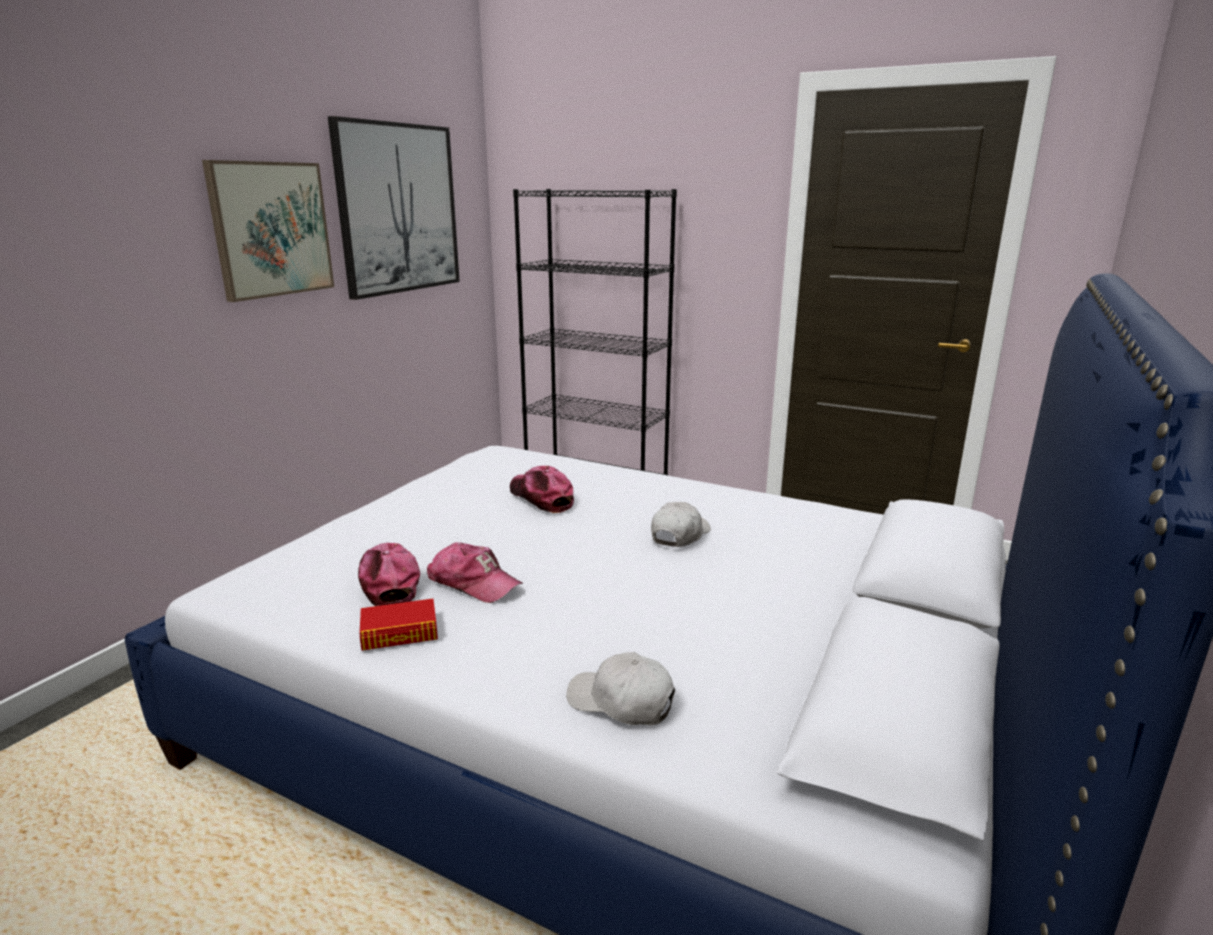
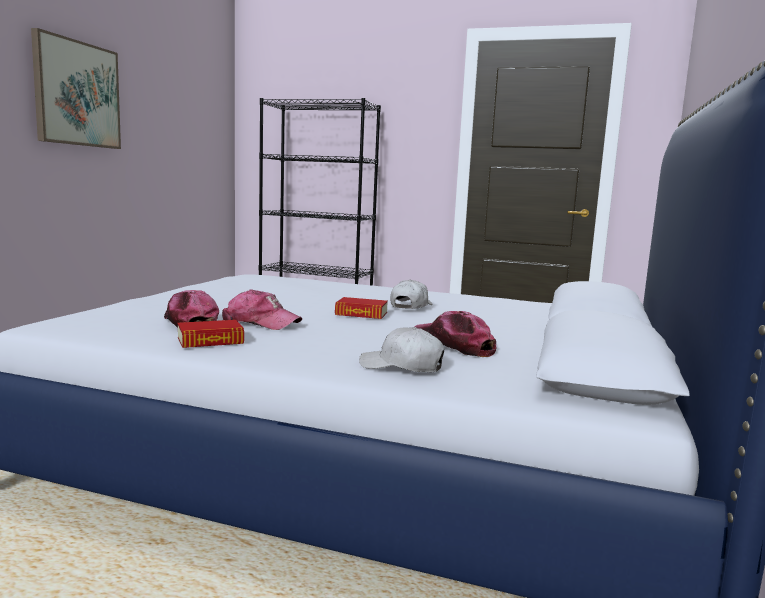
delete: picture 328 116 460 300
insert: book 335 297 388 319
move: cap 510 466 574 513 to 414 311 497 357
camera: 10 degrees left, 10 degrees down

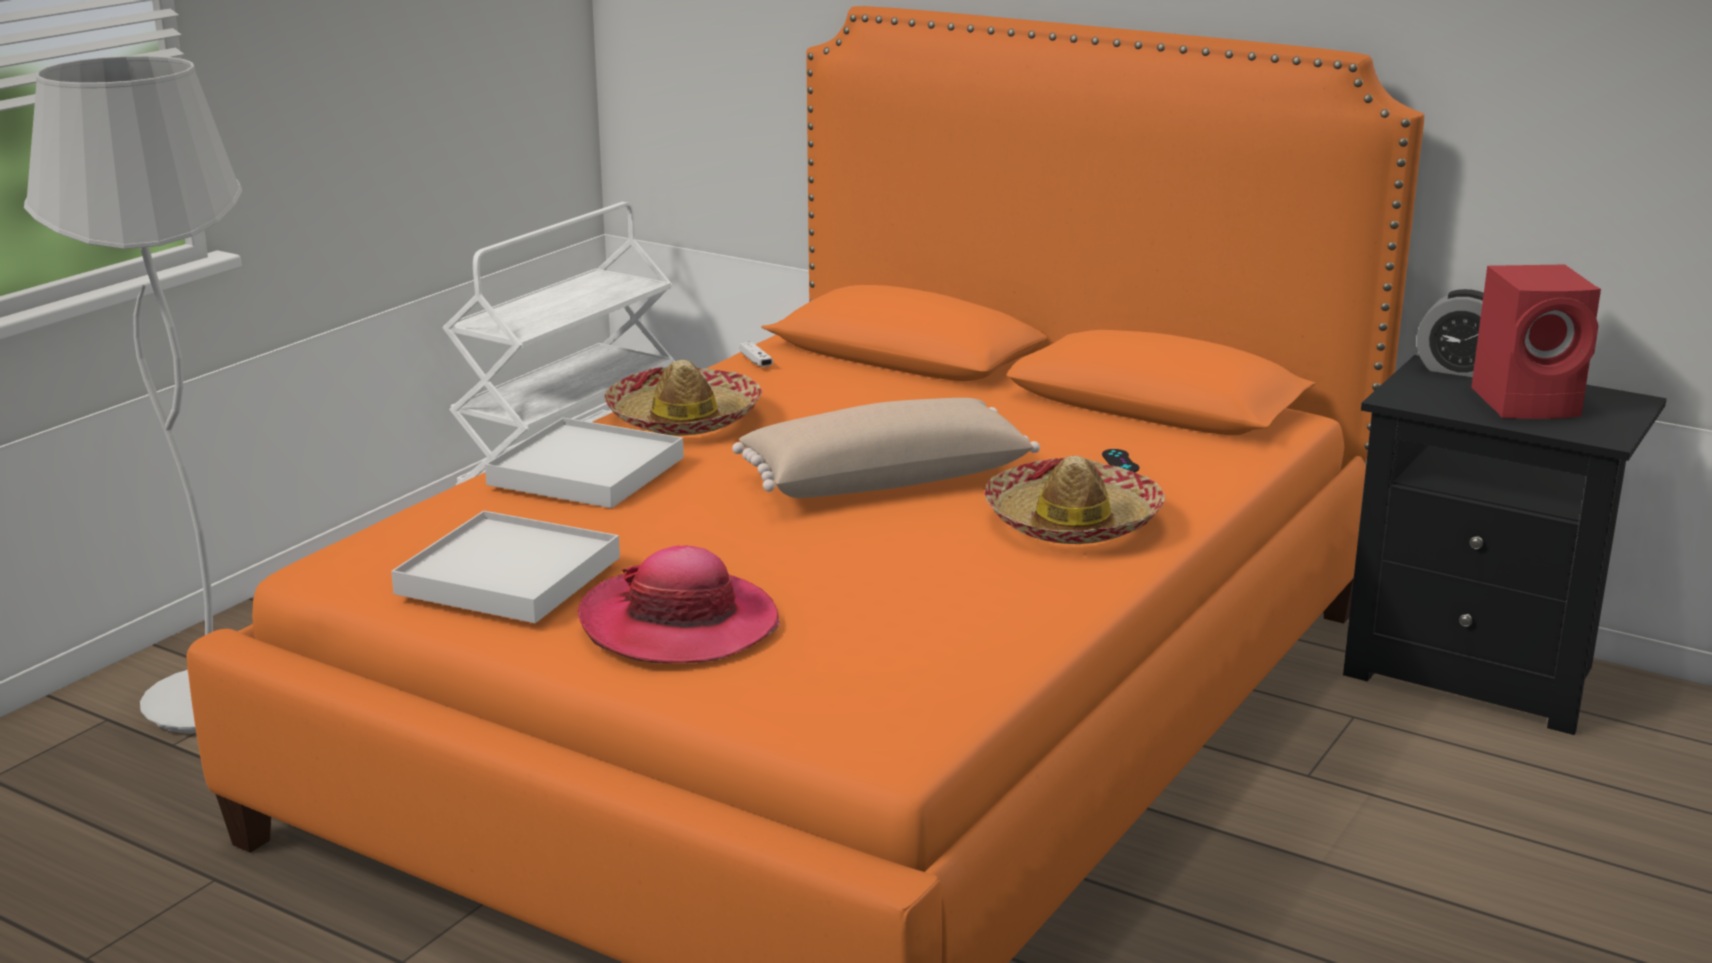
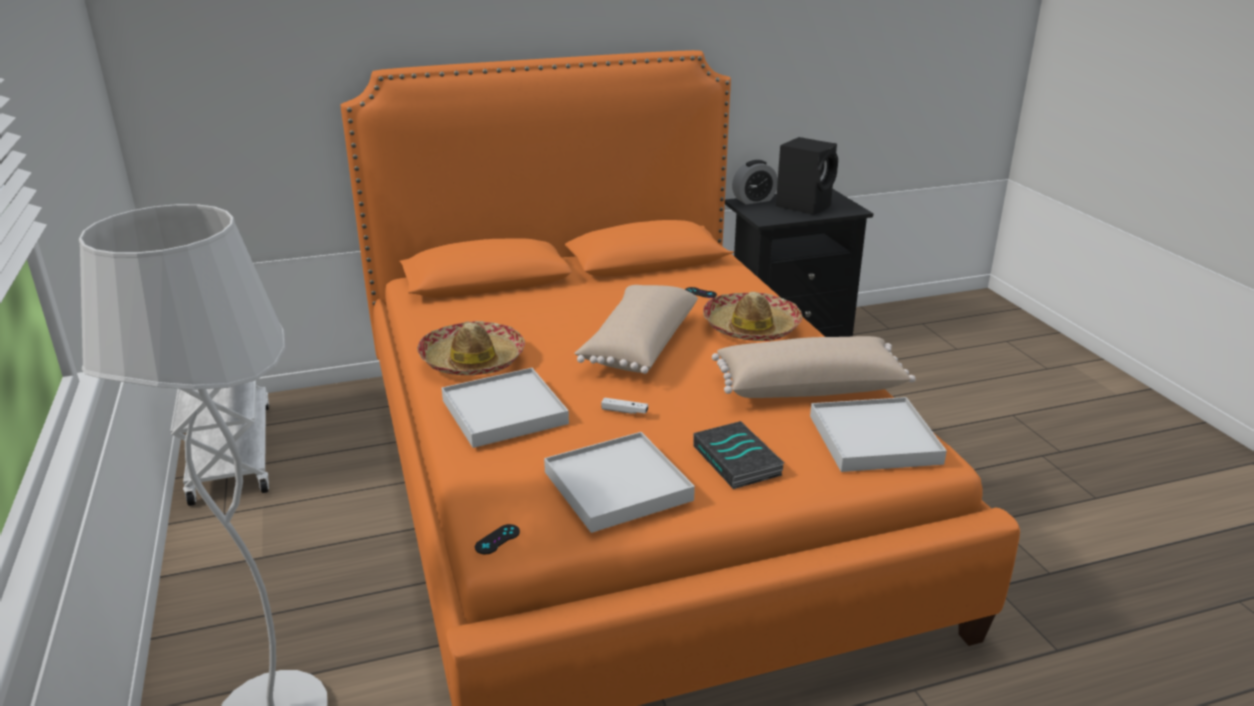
insert: black game controller 475 524 520 554; beige pillow 712 336 916 398; white tray 810 397 947 472
move: white game controller 740 342 773 367 to 601 398 648 414
replace: hat 578 545 780 663 to book 693 421 784 489
recolor: red speaker 1471 265 1601 419 to black speaker 776 137 838 215
camera: 50 degrees left, 5 degrees up

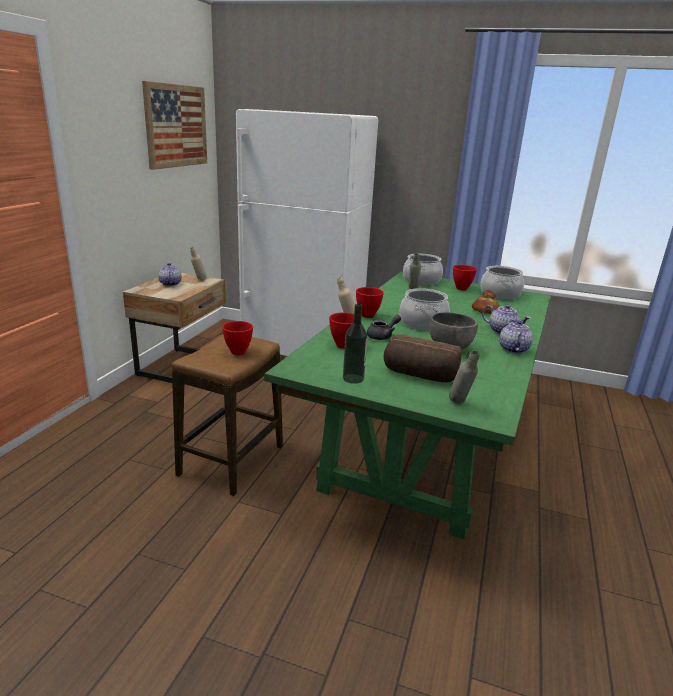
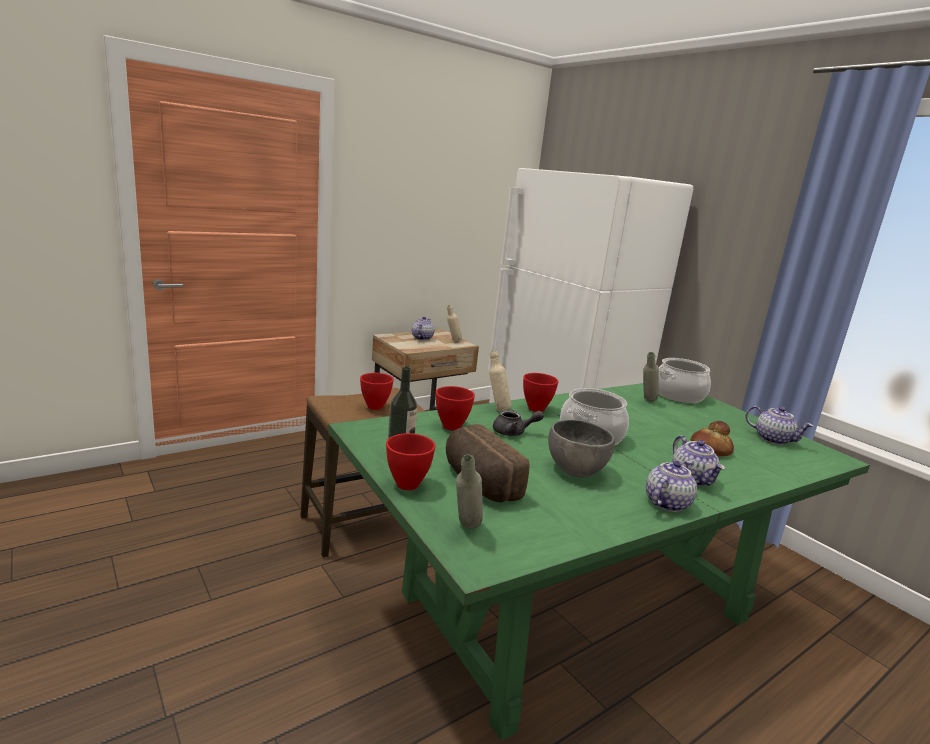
delete: picture 142 81 207 170
move: red bowl 453 265 477 290 to 386 433 436 490
replace: cooking pot 480 266 524 300 to teapot 746 406 813 445
camera: 35 degrees right, 5 degrees down

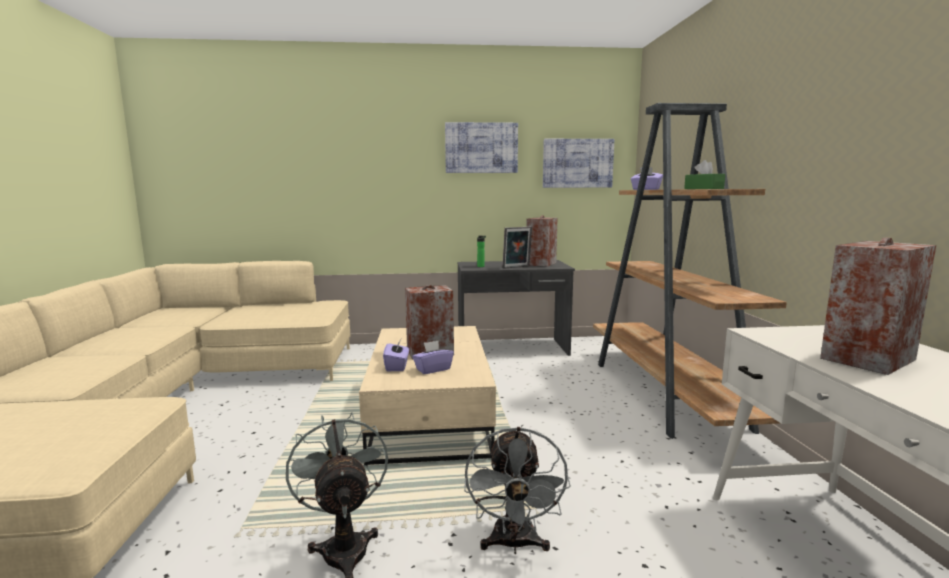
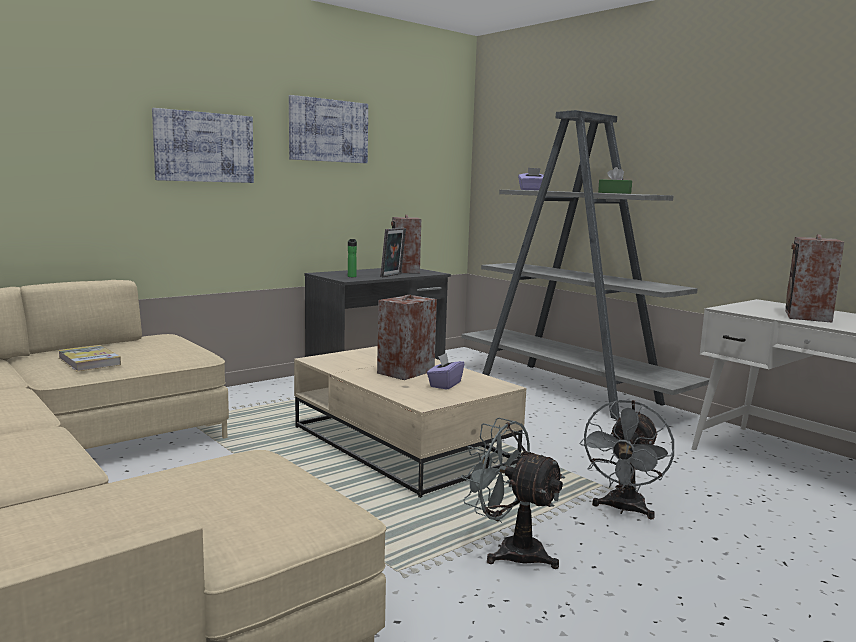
delete: purple tissue box 383 339 409 371
insert: book 58 345 121 371
move: picture 543 139 614 188 to 152 108 254 183
recolor: brown bookcase 593 103 787 439 to grey bookcase 461 110 710 420
rotate: grey fan 464 427 571 554 = 579 400 674 520 60 degrees clockwise
camera: 35 degrees left, 0 degrees up

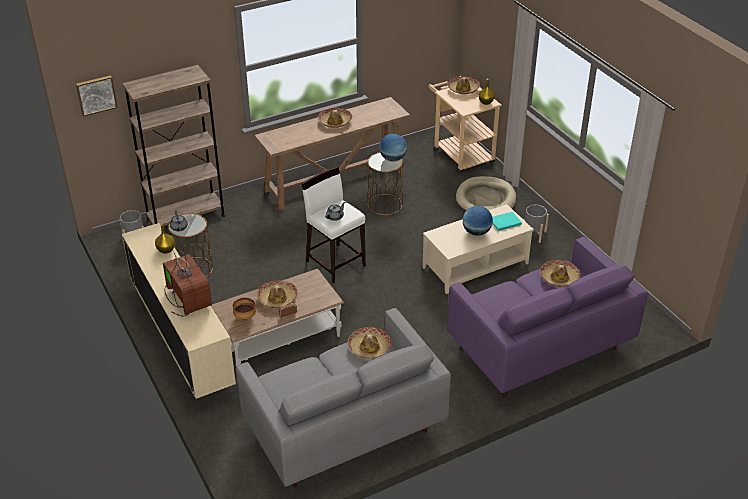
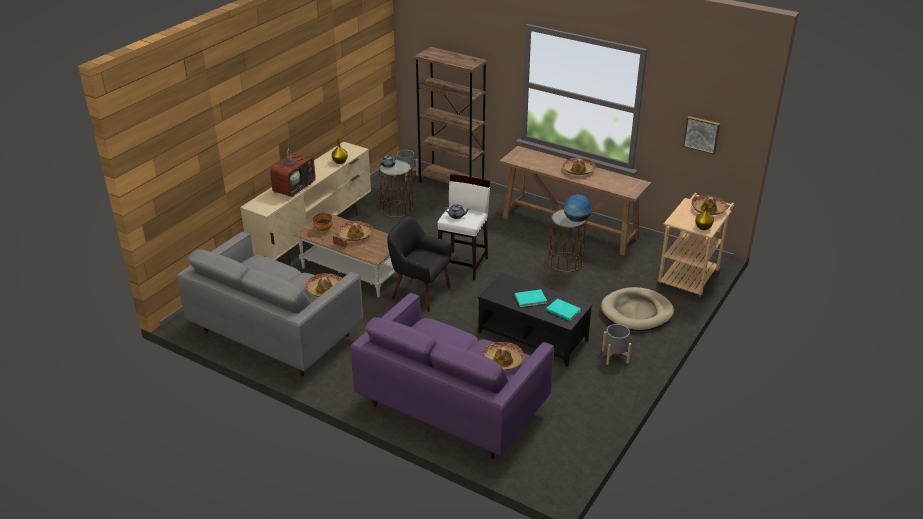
insert: black armchair 387 216 452 312
move: picture 76 75 118 117 to 683 116 720 154
replace: globe 463 206 493 236 to turquoise book 515 289 547 307
recolor: beige coffee table 422 204 534 294 to black coffee table 478 273 593 366
camera: 60 degrees right, 5 degrees down

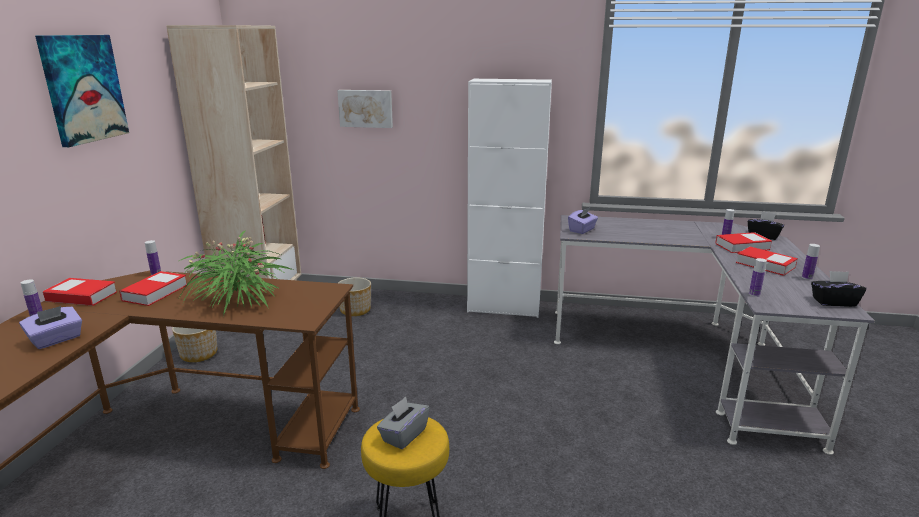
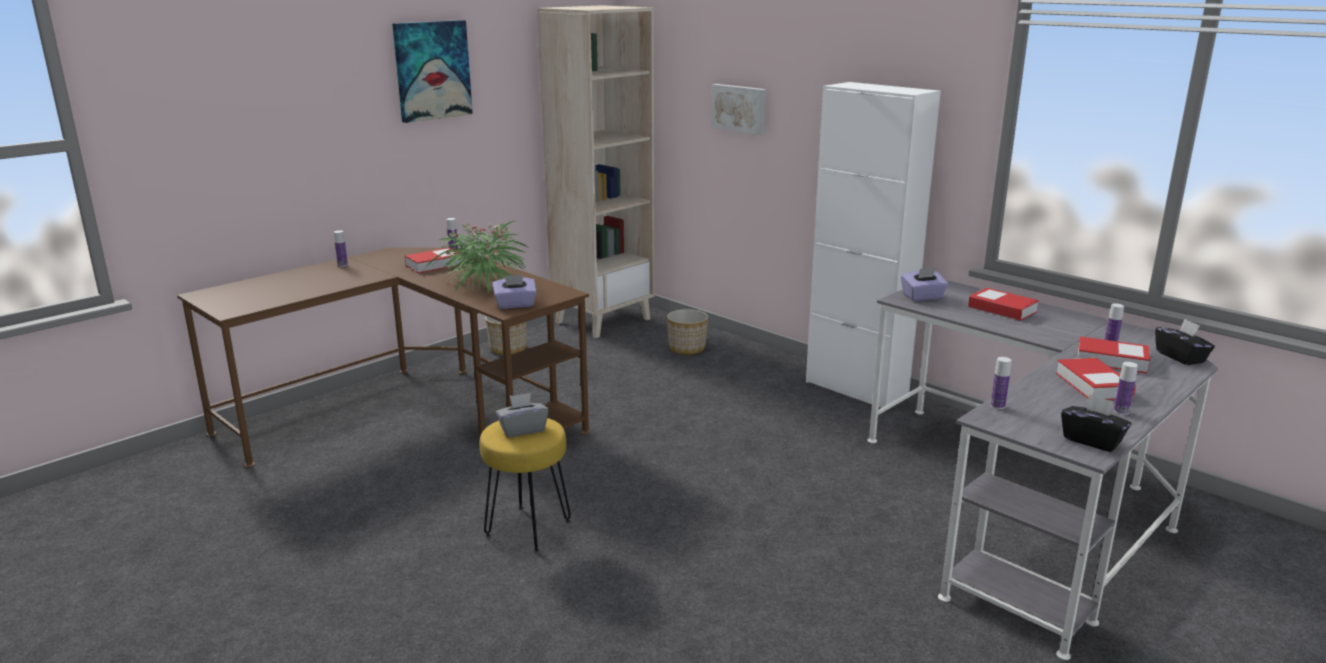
move: purple tissue box 19 306 82 349 to 492 275 537 309; book 43 278 117 306 to 968 288 1039 321
camera: 35 degrees right, 0 degrees up

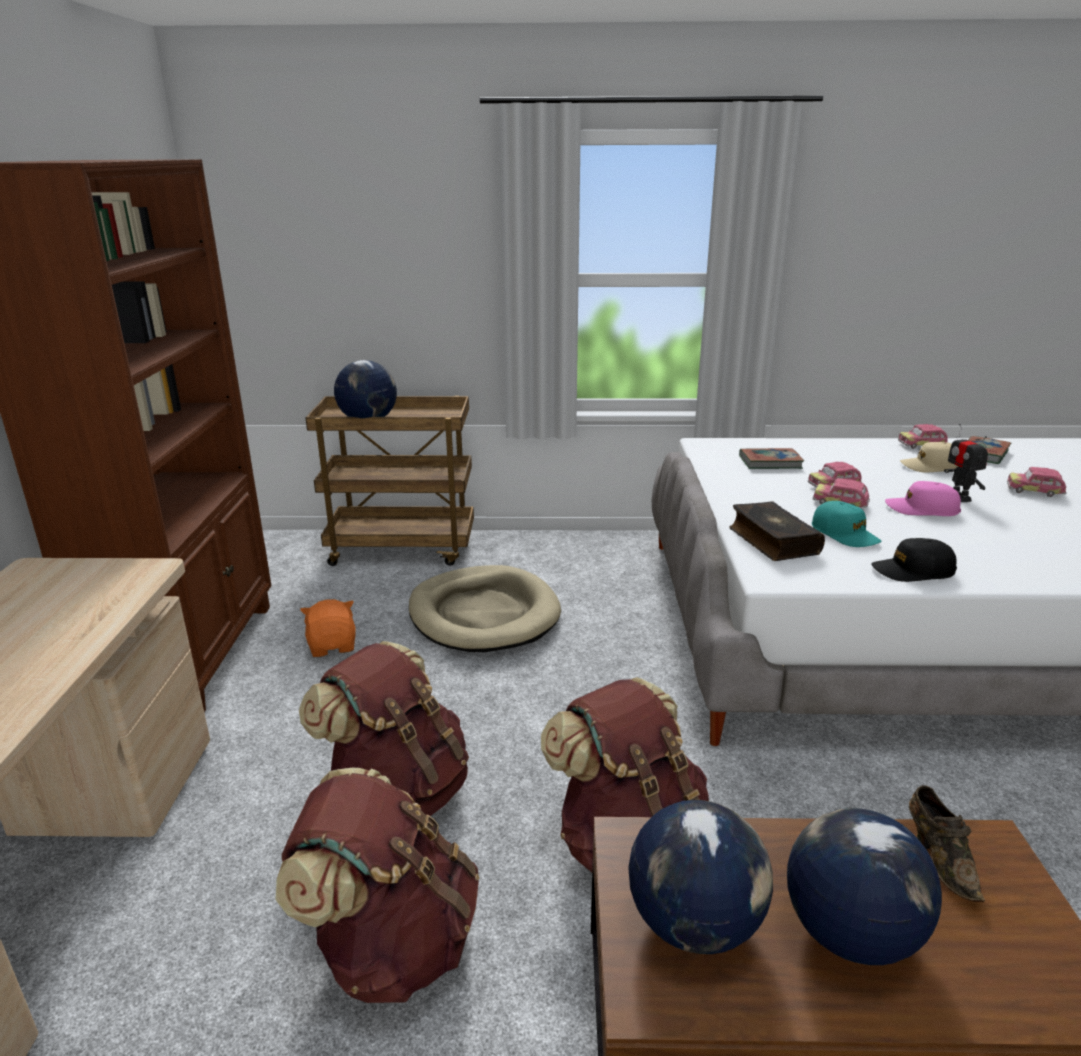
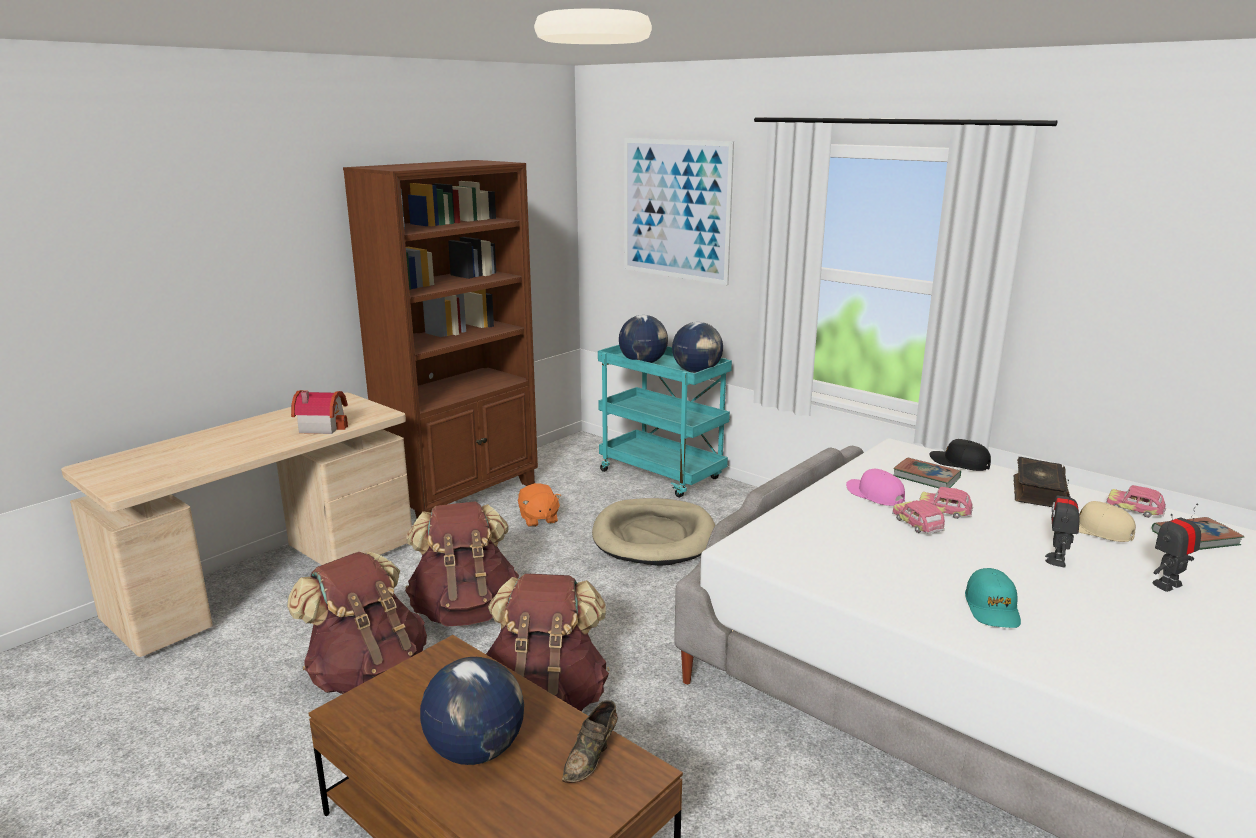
insert: toy house 291 390 348 434; picture 624 138 734 285
move: globe 628 800 773 954 to 672 322 723 373; book 729 501 825 561 to 1013 457 1070 507; turquoise cap 812 501 881 547 to 965 568 1021 628; black cap 871 538 957 582 to 929 439 991 471; pink cap 885 481 961 516 to 846 469 905 506
replace: toy car 1007 467 1067 497 to toy robot 1153 504 1201 592
recolor: brown cart 305 396 474 566 to turquoise cart 598 345 732 498
rotate: orange plush toy 300 599 356 657 = 518 483 561 527 135 degrees clockwise
camera: 40 degrees right, 5 degrees down

